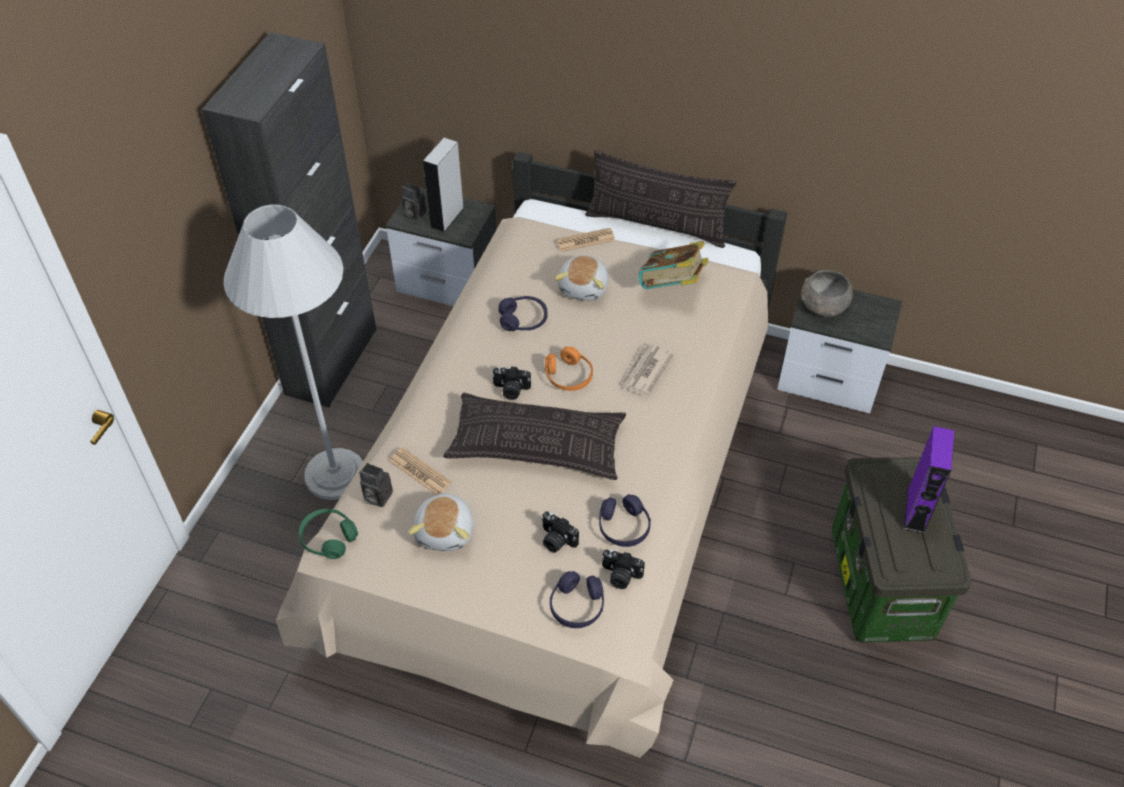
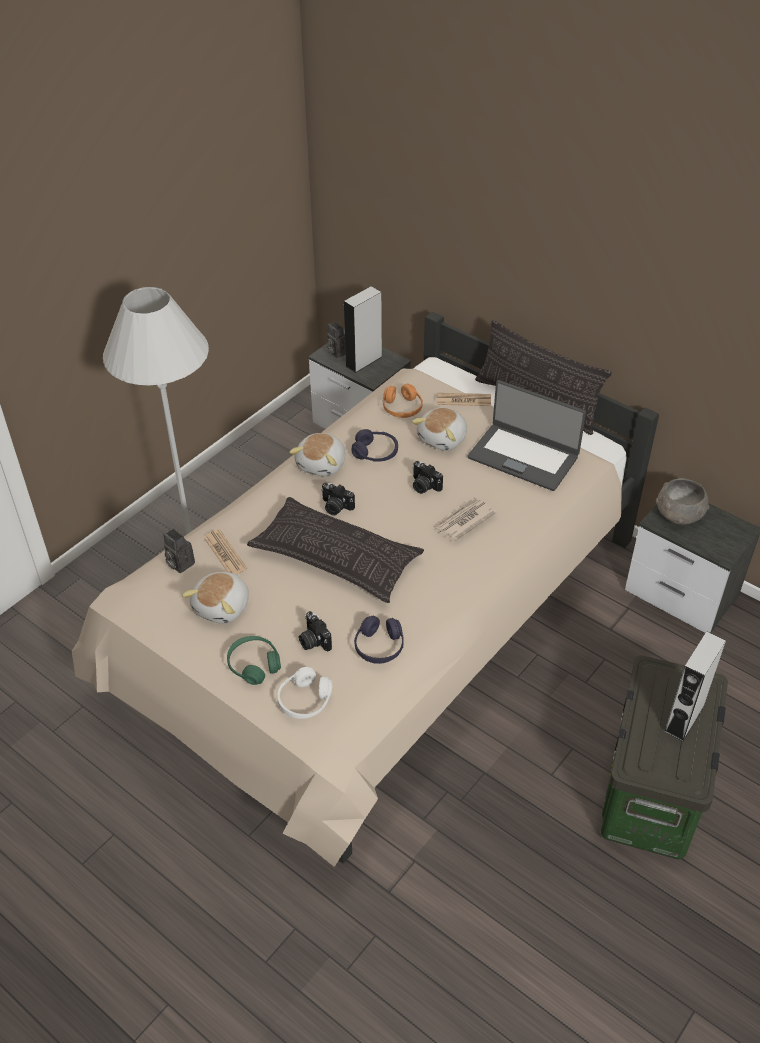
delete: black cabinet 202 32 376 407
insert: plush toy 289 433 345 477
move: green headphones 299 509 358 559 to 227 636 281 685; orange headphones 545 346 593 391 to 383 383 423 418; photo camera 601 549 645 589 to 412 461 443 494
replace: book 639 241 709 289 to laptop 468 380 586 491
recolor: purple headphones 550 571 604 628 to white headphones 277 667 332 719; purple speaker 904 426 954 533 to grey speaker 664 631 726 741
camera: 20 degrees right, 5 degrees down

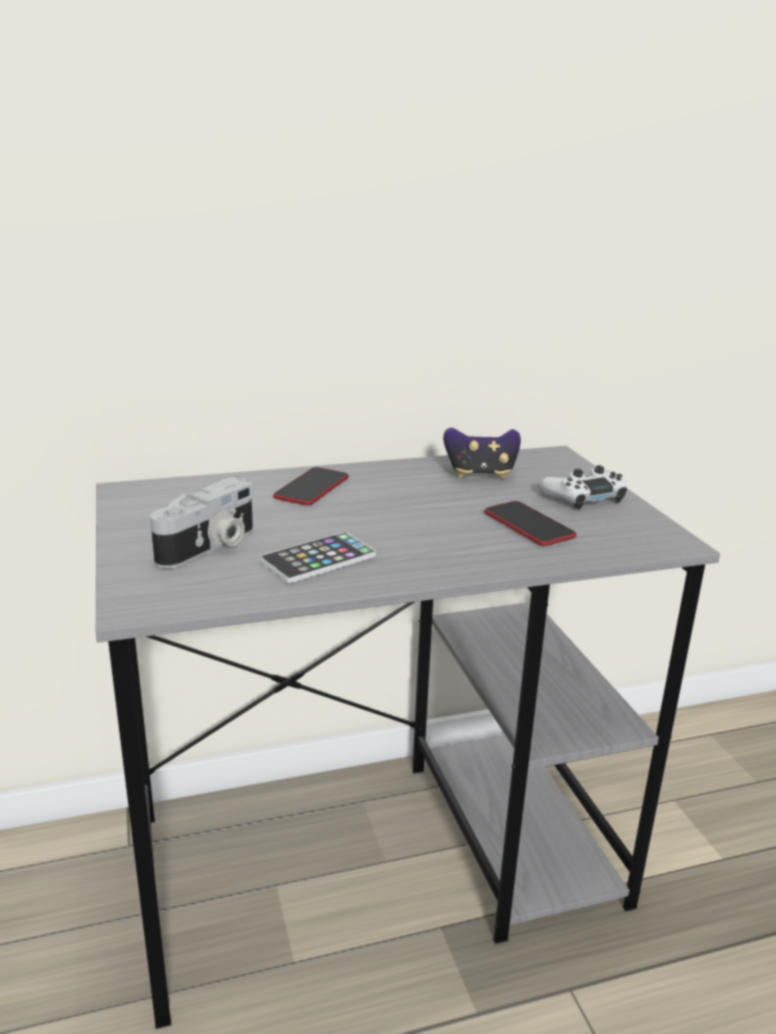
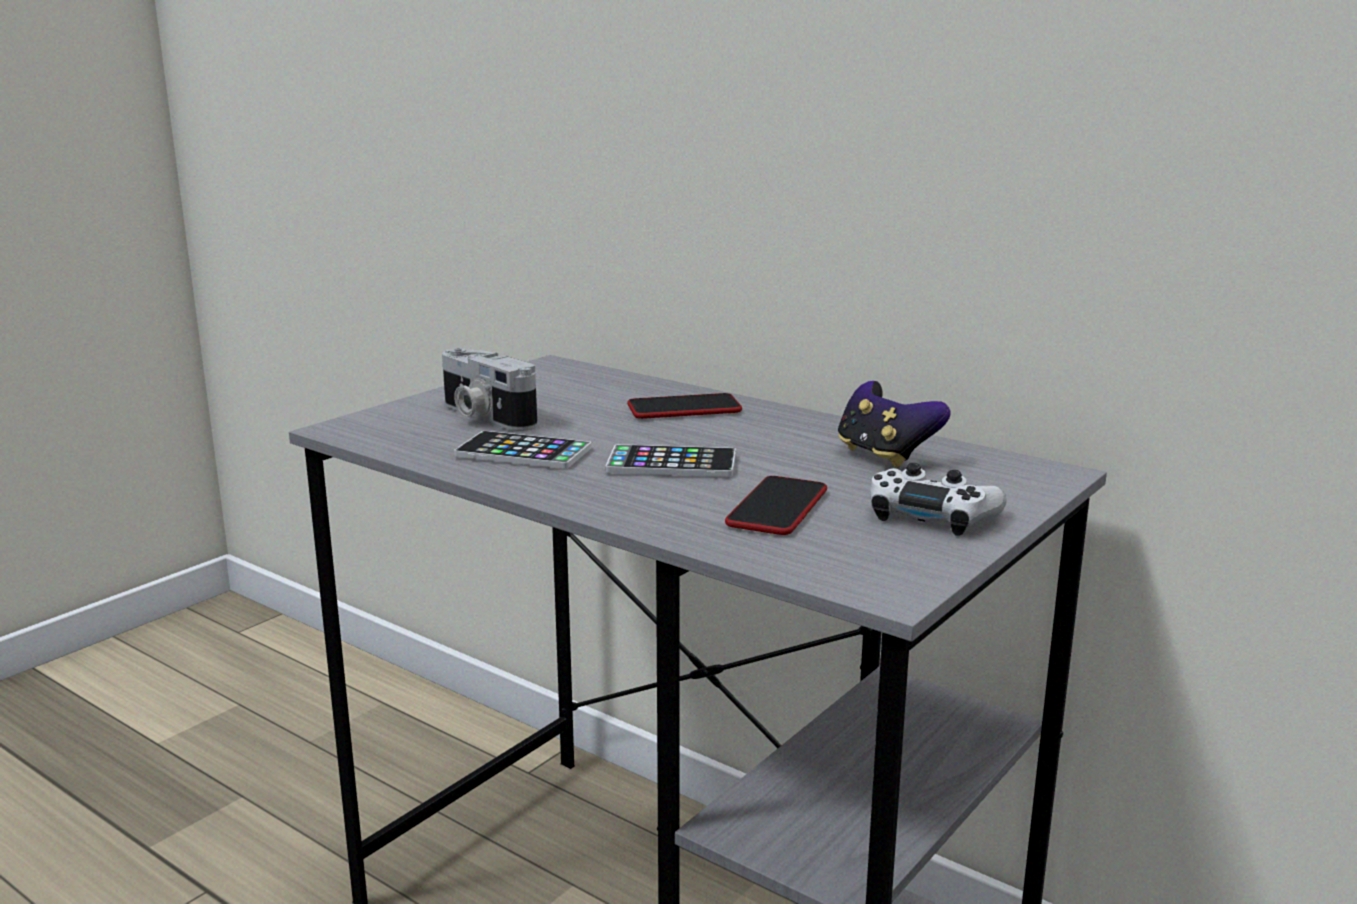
insert: phone 606 444 736 477
rotate: photo camera 150 477 254 569 = 442 348 538 431 45 degrees clockwise
camera: 55 degrees right, 5 degrees down

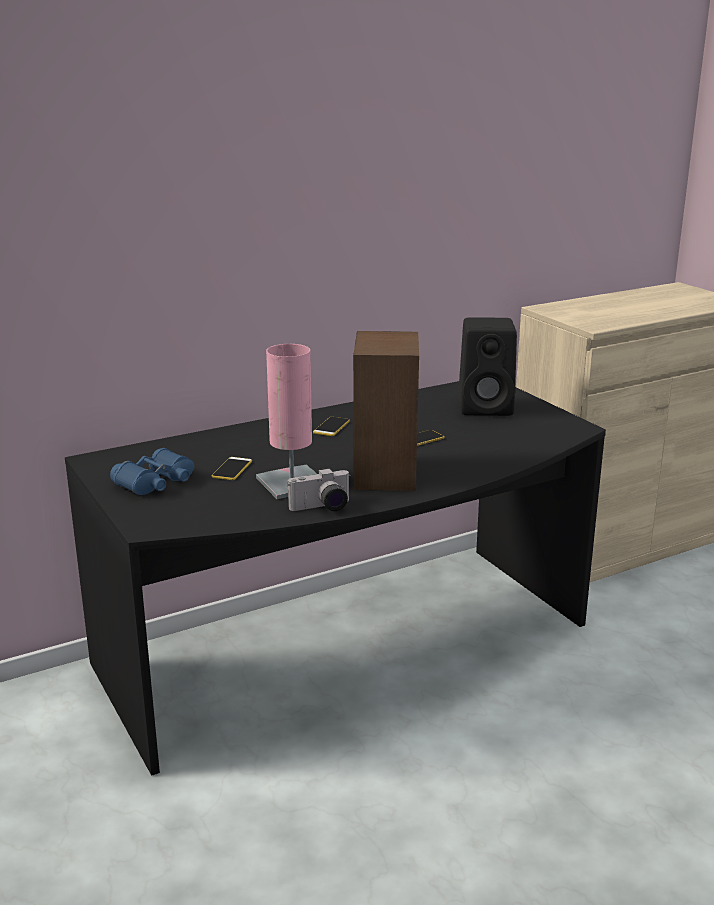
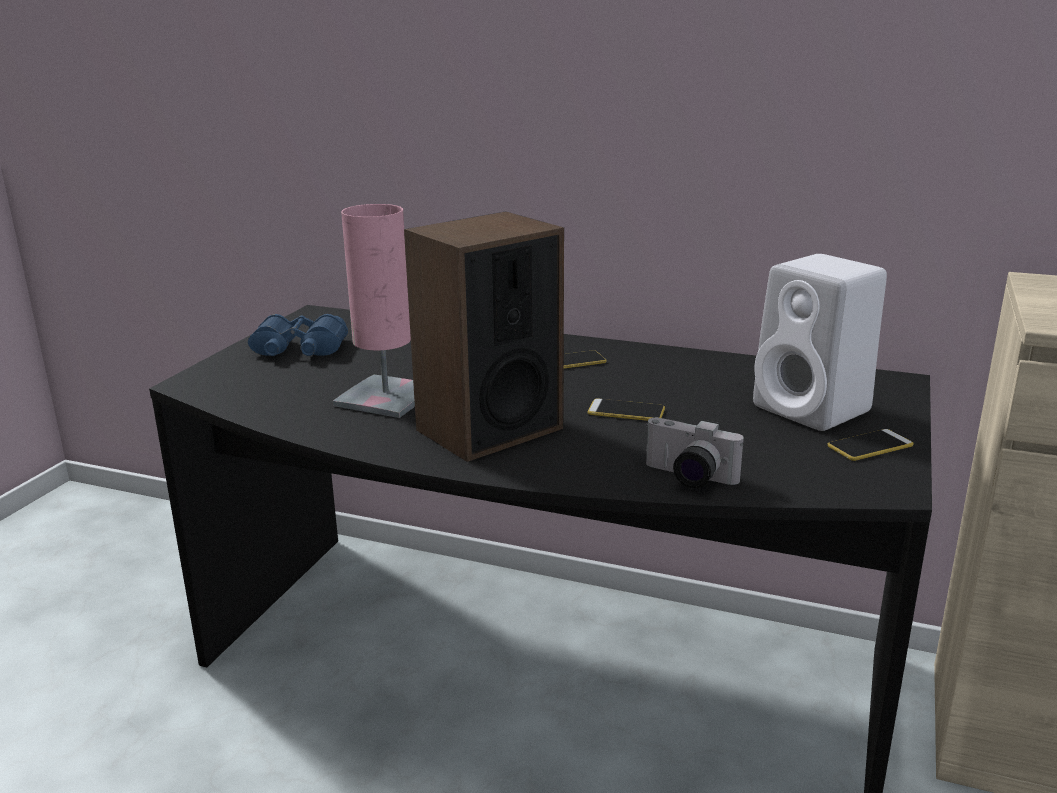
move: phone 212 457 252 480 to 827 429 914 461; photo camera 288 468 350 511 to 645 418 744 488
recolor: black speaker 458 317 517 416 to white speaker 753 254 887 431
camera: 50 degrees right, 0 degrees up

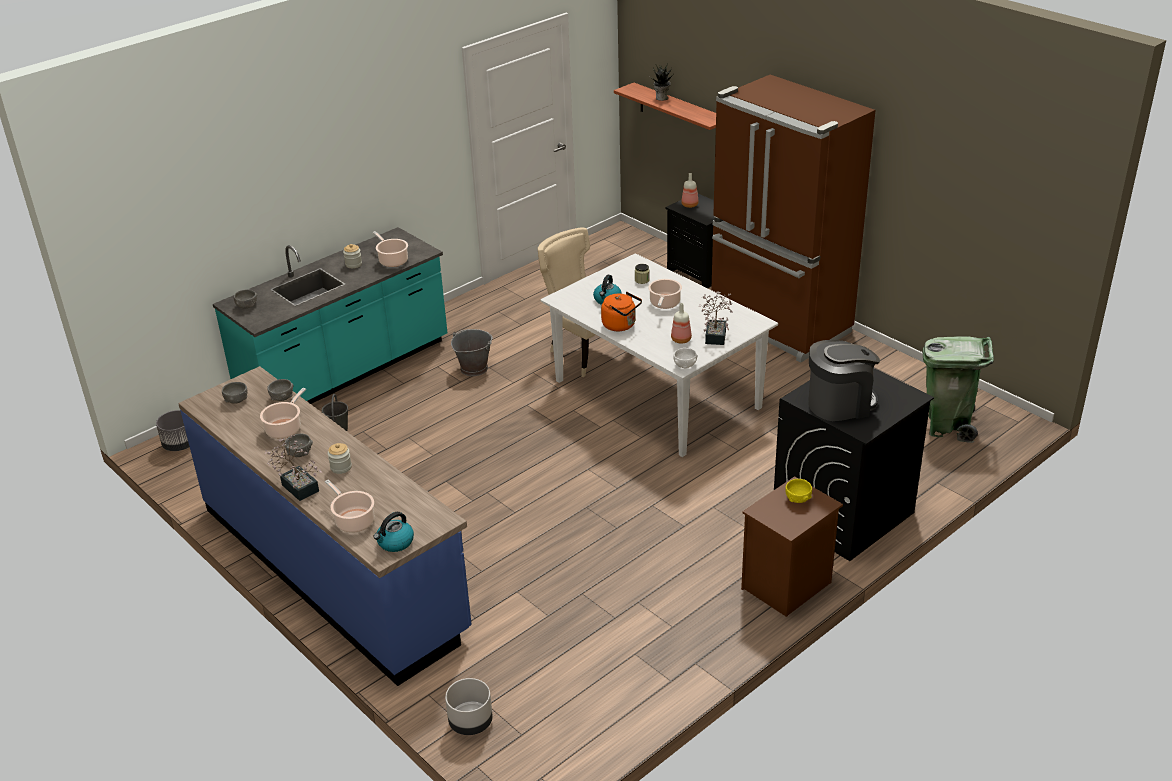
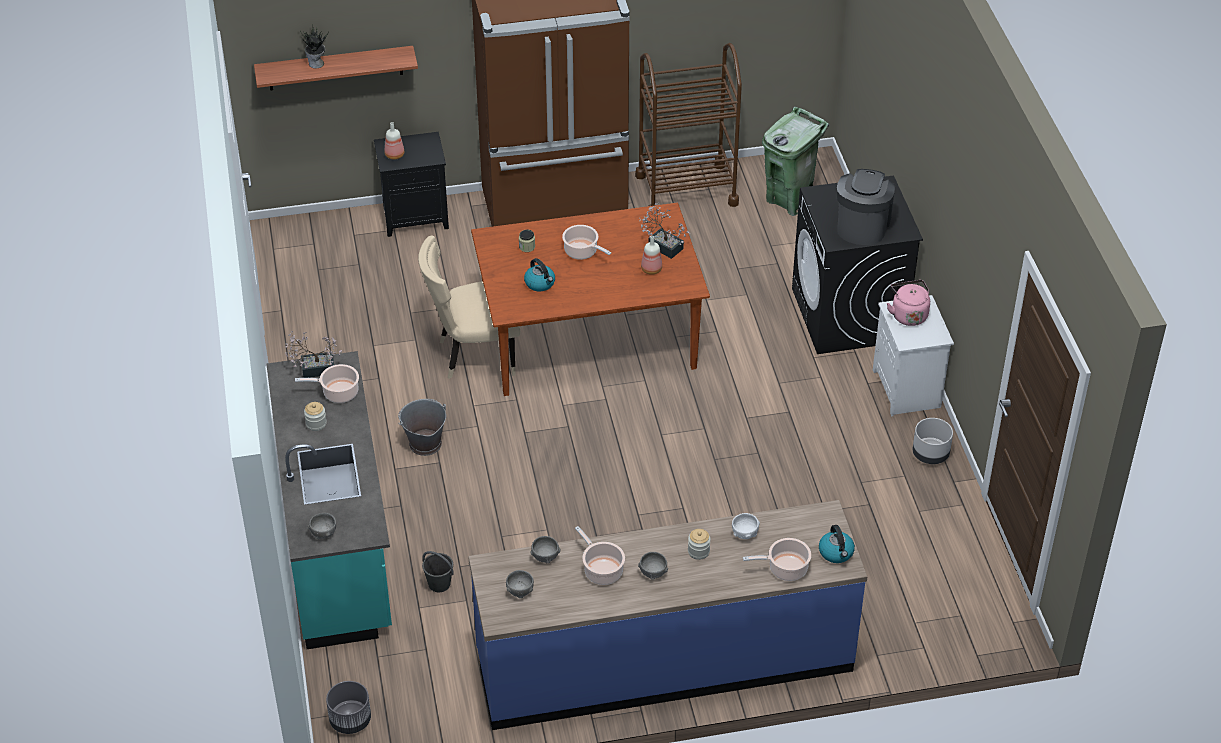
delete: orange kettle 601 292 642 331
insert: brown cart 635 43 742 207
move: potted plant 264 435 323 501 to 285 331 342 378; grey planter 445 678 493 735 to 912 418 953 464; white bowl 673 348 697 369 to 732 513 760 539
replace: yellow bowl 785 479 812 503 to pink kettle 887 280 930 326
recolor: white dining table 541 253 778 457 to brown dining table 471 203 710 396; brown nightstand 741 476 843 617 to white nightstand 873 295 954 416
camera: 60 degrees left, 10 degrees up

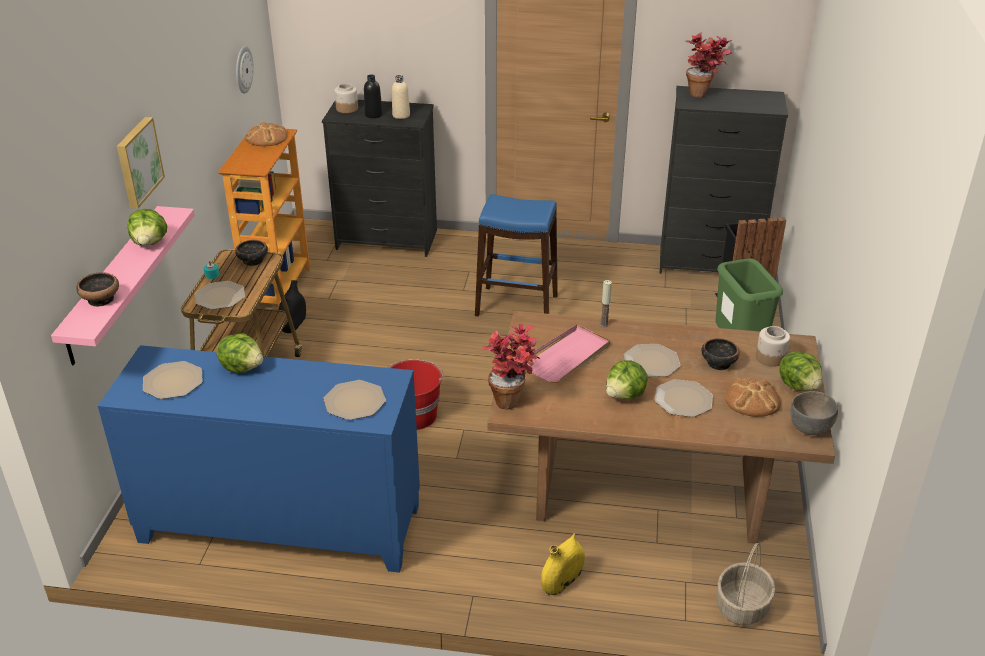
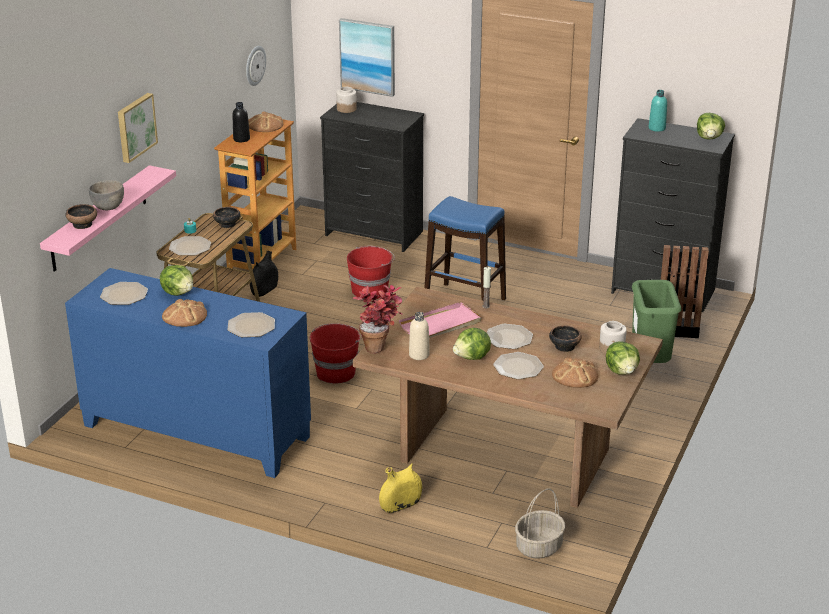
insert: bread 162 299 207 327; picture 339 18 395 97; red bucket 347 246 395 299
move: lettuce 128 209 167 246 to 697 113 725 139; black bottle 364 74 383 118 to 232 102 250 142; beige bottle 392 75 410 119 to 409 312 430 360; grey bowl 791 391 838 435 to 89 180 124 210
replace: potted plant 686 32 732 98 to turquoise bottle 649 90 667 132
camera: 15 degrees right, 5 degrees down

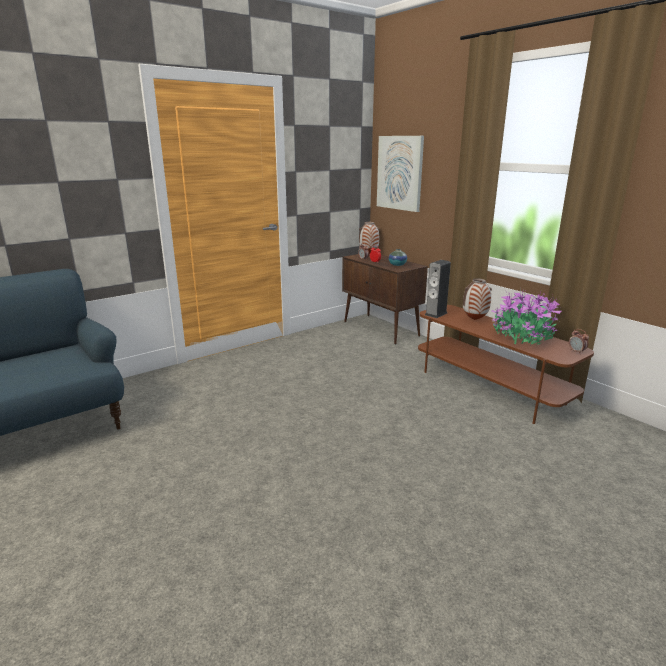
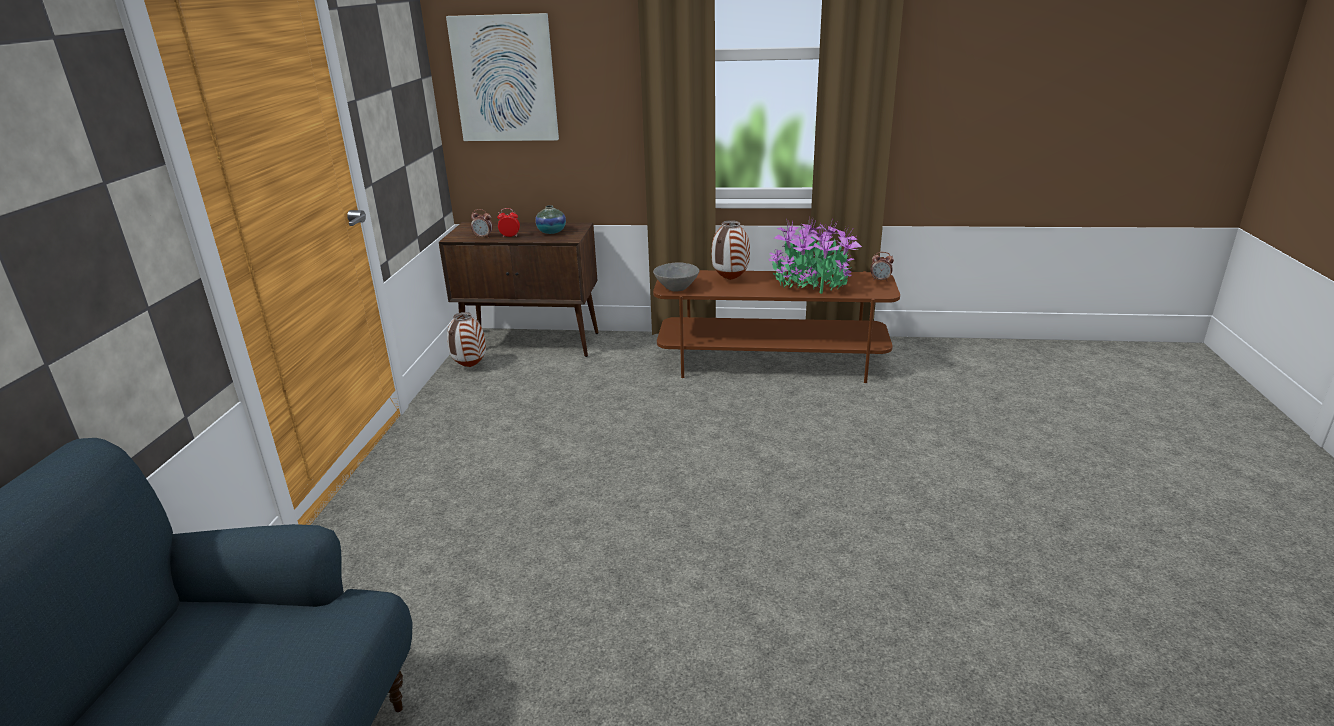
move: vase 359 222 379 254 to 447 312 486 367
replace: speaker 425 260 451 318 to grey bowl 653 262 699 291
camera: 45 degrees left, 5 degrees up

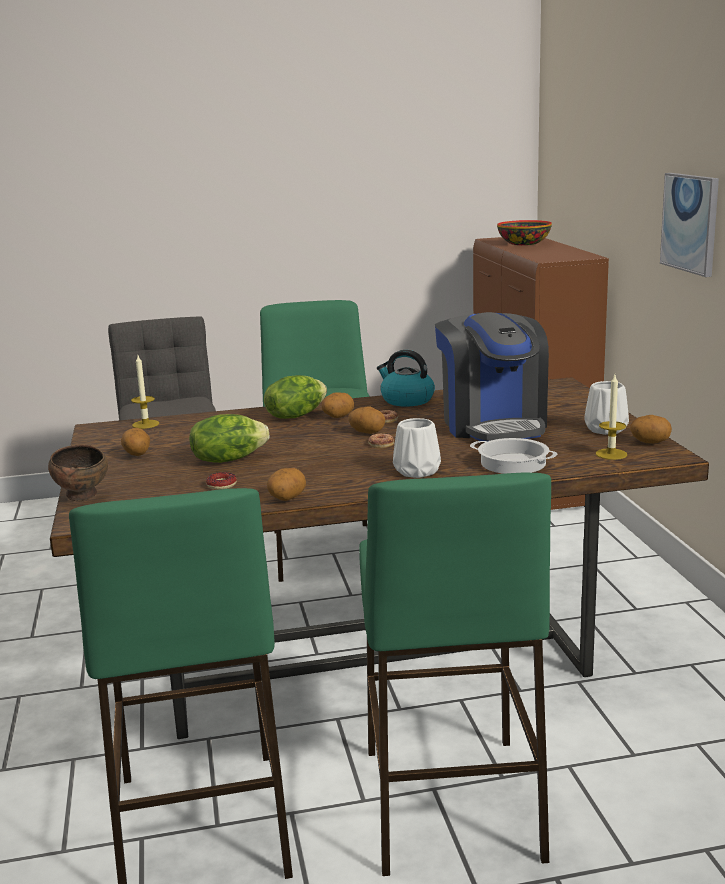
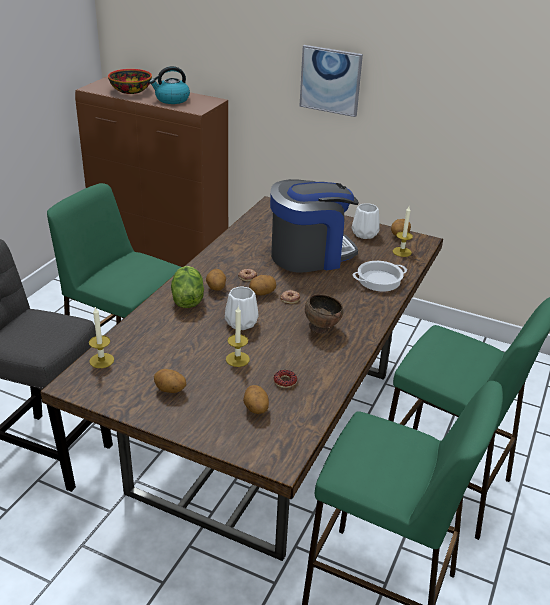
move: brown bowl 48 445 108 501 to 305 294 343 334; potato 267 468 306 501 to 243 385 269 414; kettle 377 350 435 407 to 149 66 190 104; white vase 393 418 441 478 to 225 286 259 330
replace: lettuce 189 414 269 463 to candle 226 307 250 367
rotate: coffee machine 435 312 549 441 = 270 179 359 273 45 degrees counterclockwise
camera: 55 degrees left, 15 degrees up

